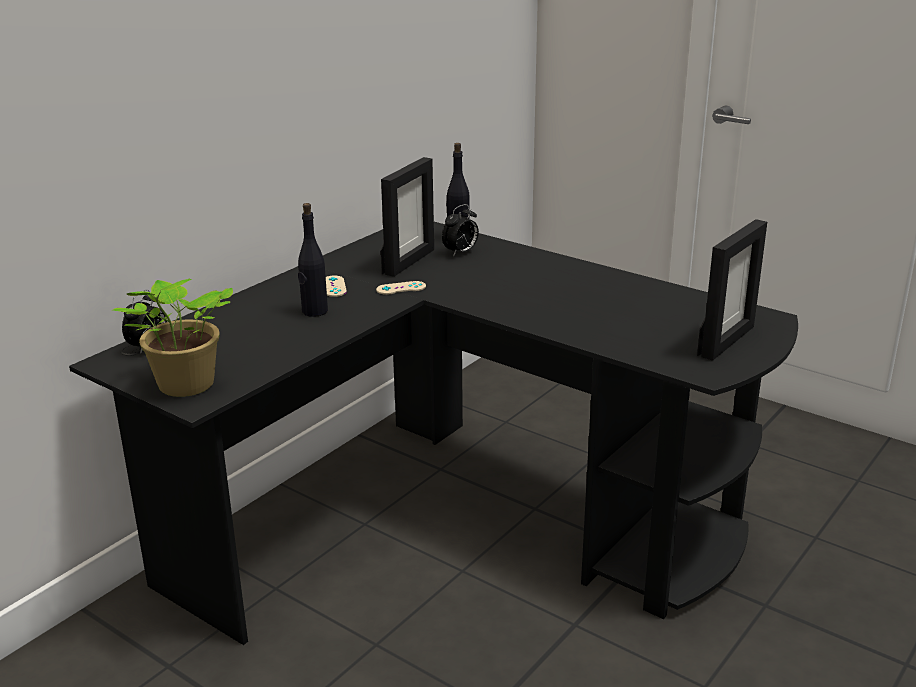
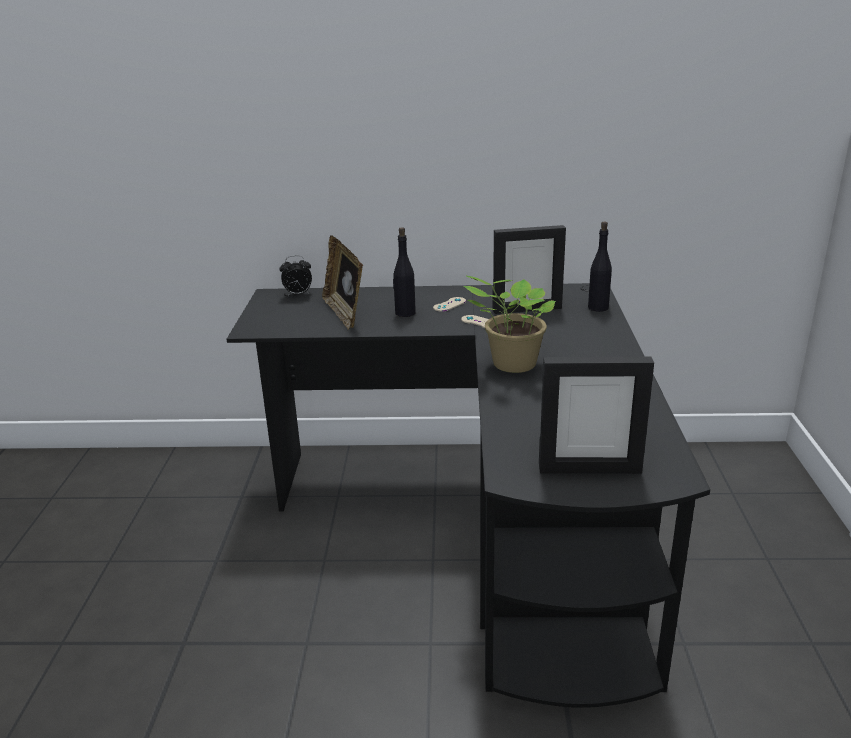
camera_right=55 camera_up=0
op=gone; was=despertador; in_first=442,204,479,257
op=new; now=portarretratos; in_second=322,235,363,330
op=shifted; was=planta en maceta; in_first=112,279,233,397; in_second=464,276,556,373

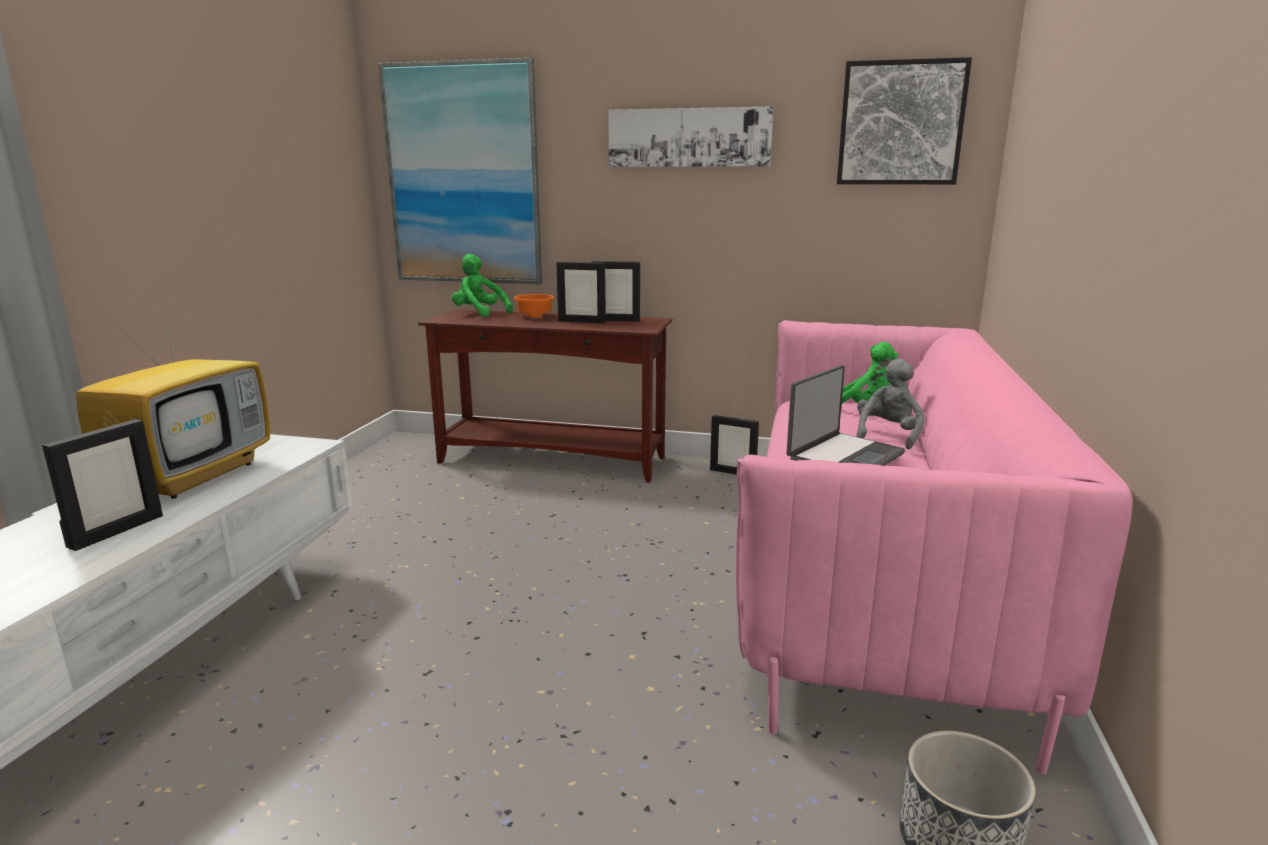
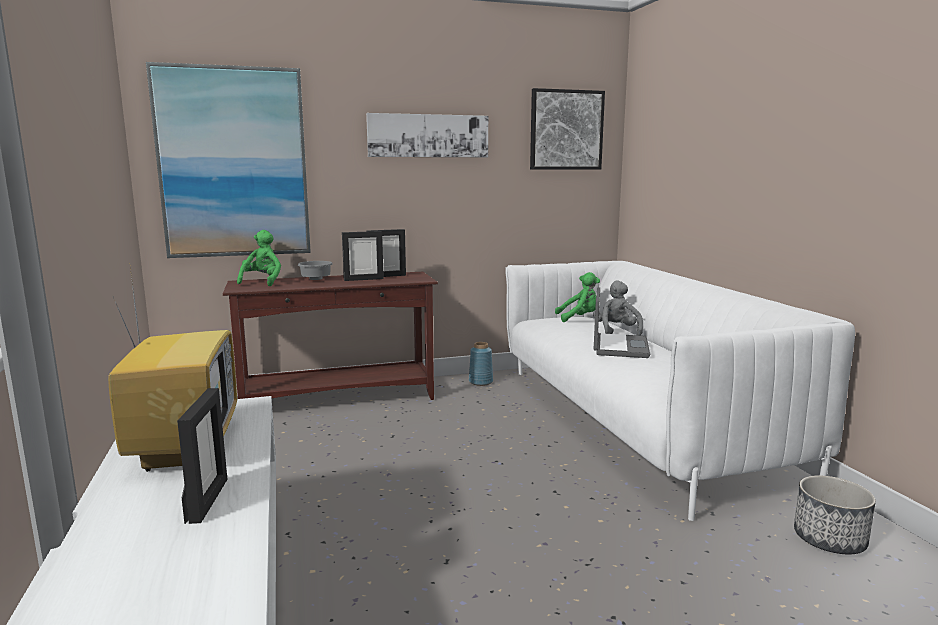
camera_right=-30 camera_up=-5
op=swapped; was=portarretratos; now=florero [azul]; in_first=710,415,759,475; in_second=469,342,493,386
op=repainted; was=cuenco [naranja]; now=cuenco [gris]; in_first=514,294,554,317; in_second=298,261,333,280
op=repainted; was=sofá [rosa]; now=sofá [blanco]; in_first=736,320,1133,774; in_second=505,261,855,521
op=rotated; was=peluche [verde]; in_first=452,254,513,317; in_second=237,230,281,286; clockwise=90

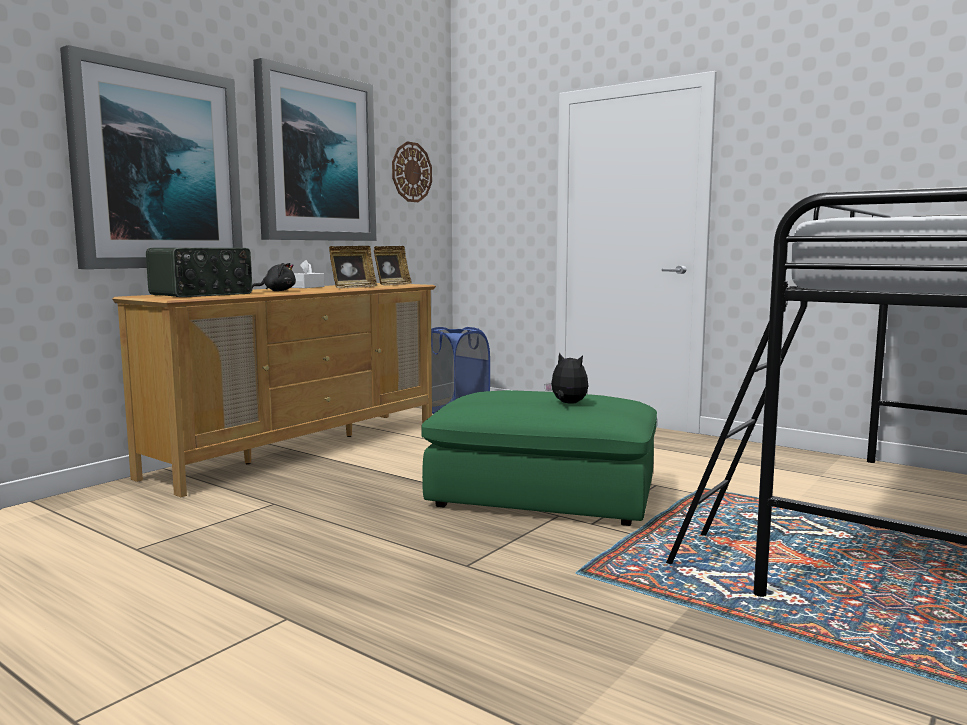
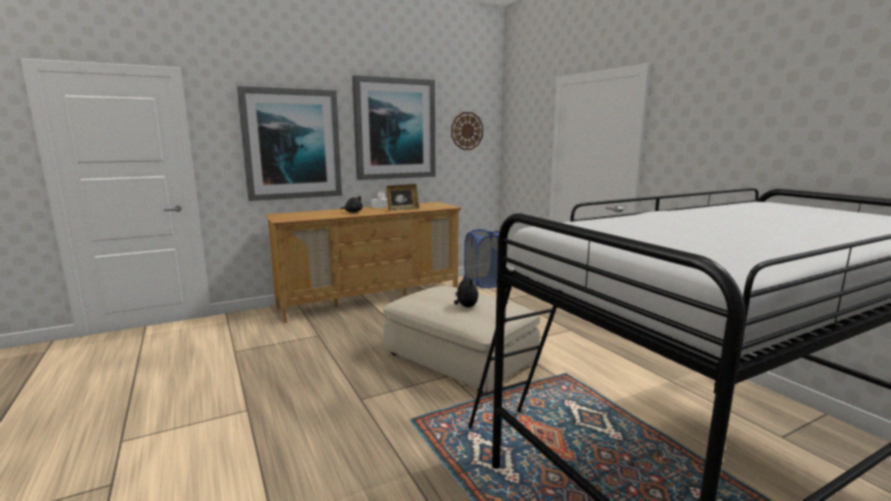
camera_right=25 camera_up=5
op=gone; was=radio; in_first=146,248,252,297
op=gone; was=portarretratos; in_first=374,246,412,286
op=repainted; was=puf [verde]; now=puf [beis]; in_first=421,390,657,526; in_second=383,286,540,393

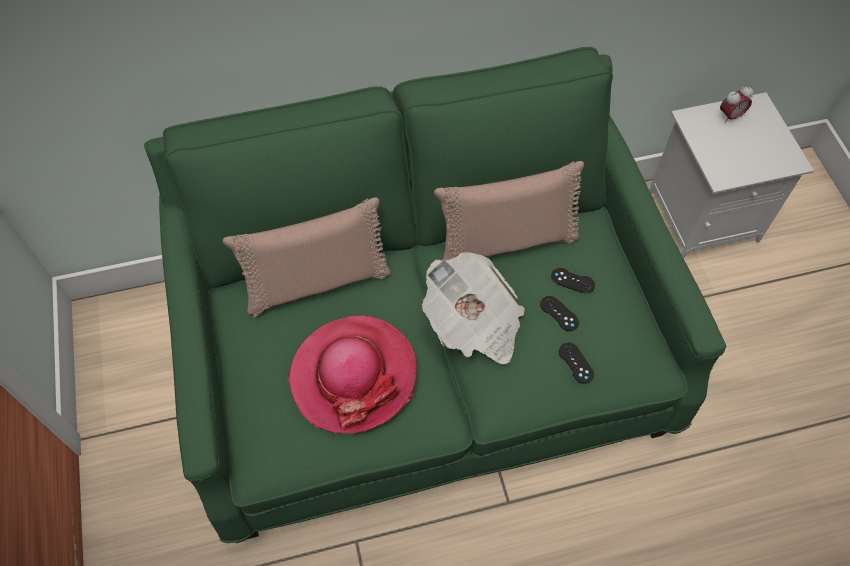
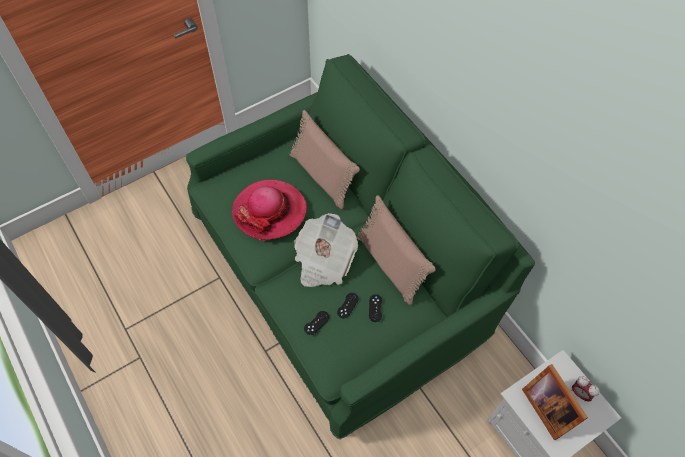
camera_right=70 camera_up=0
op=new; now=portarretratos; in_second=522,364,588,440

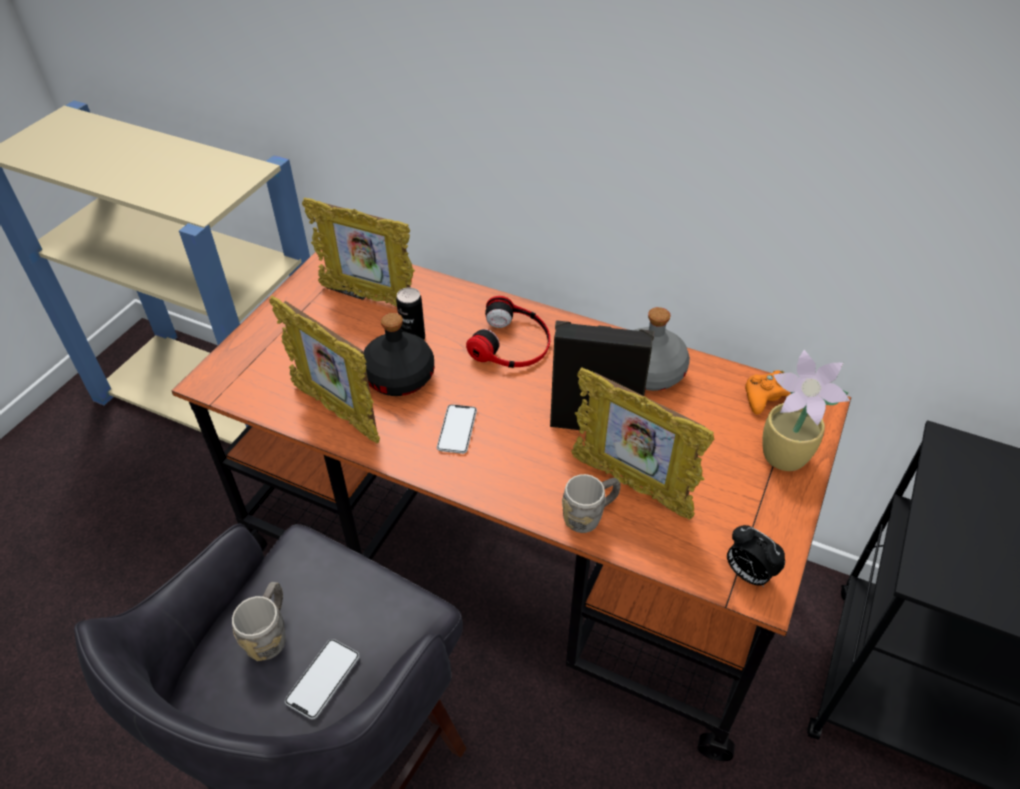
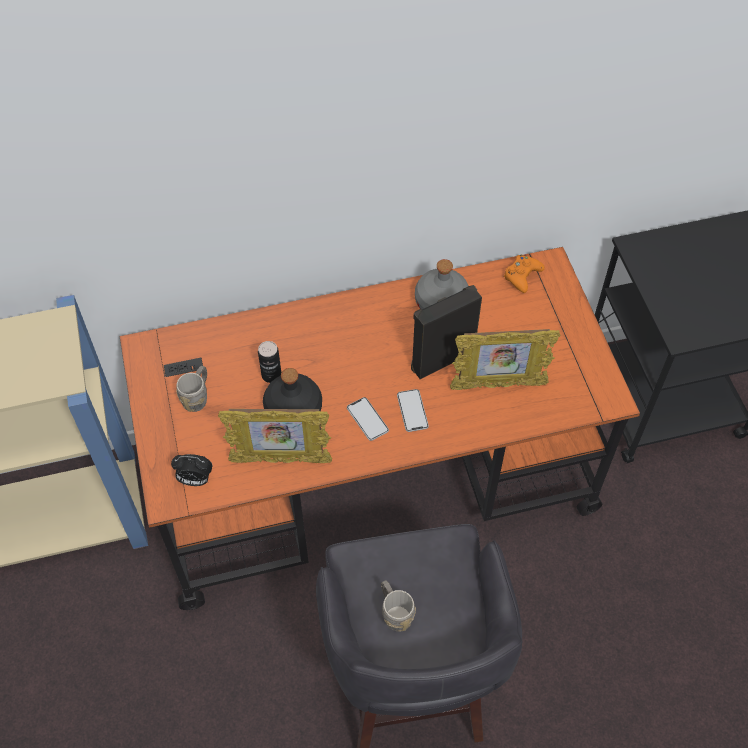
camera_right=-40 camera_up=10
op=gone; was=portarretratos; in_first=302,198,415,307
op=gone; was=auriculares; in_first=466,296,550,368
op=gone; was=planta en maceta; in_first=762,350,850,471
op=shifted; was=móvil; in_first=285,639,360,720; in_second=397,389,429,432
op=shifted; was=taza grande [gris]; in_first=562,474,621,533; in_second=176,366,207,412
op=shifted; was=despertador; in_first=727,525,785,587; in_second=171,454,212,486

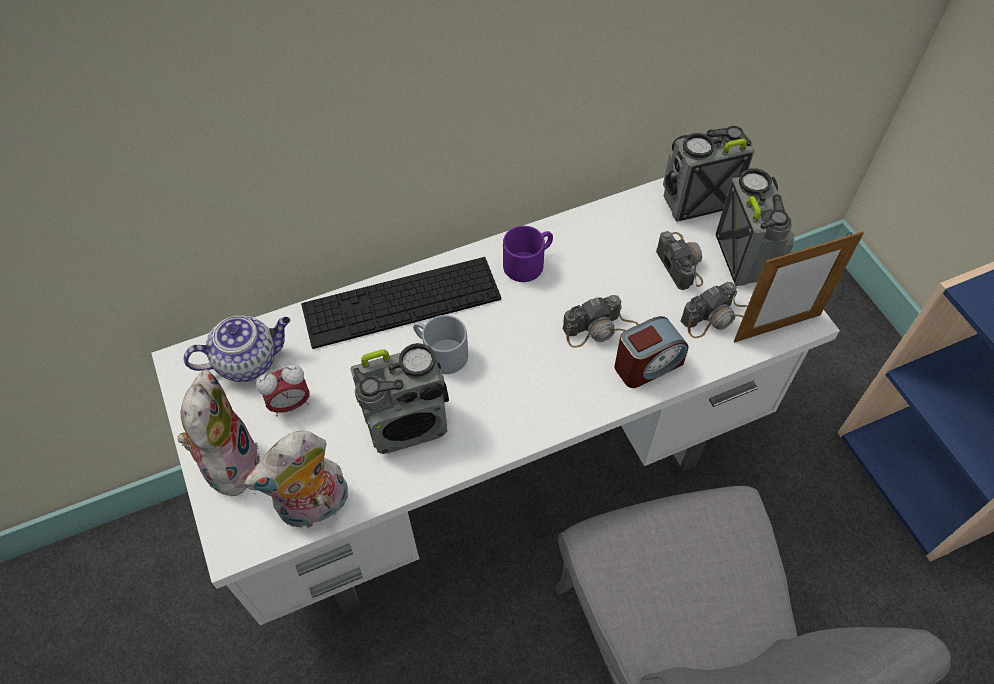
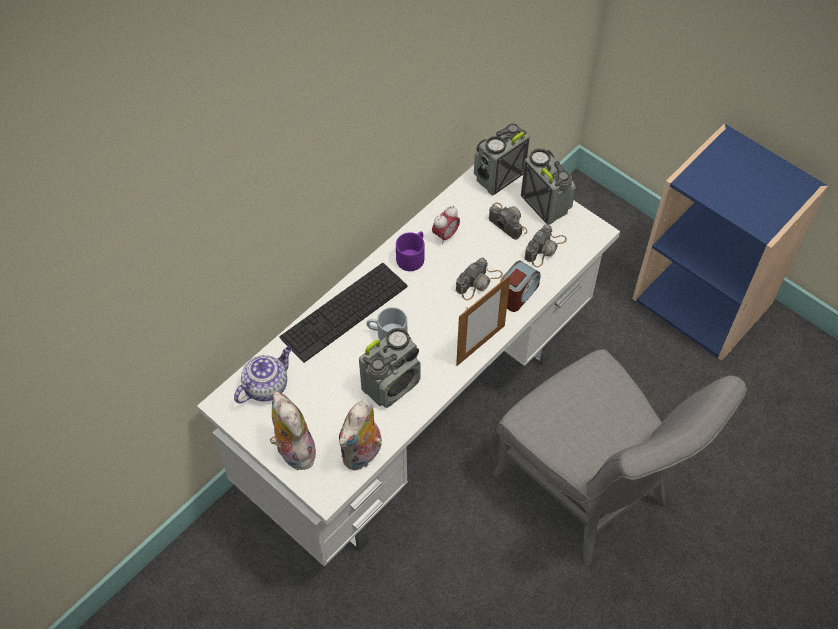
camera_right=-25 camera_up=0
op=shifted; was=despertador; in_first=256,364,310,416; in_second=432,206,460,244
op=shifted; was=portarretratos; in_first=734,231,864,343; in_second=456,275,511,366

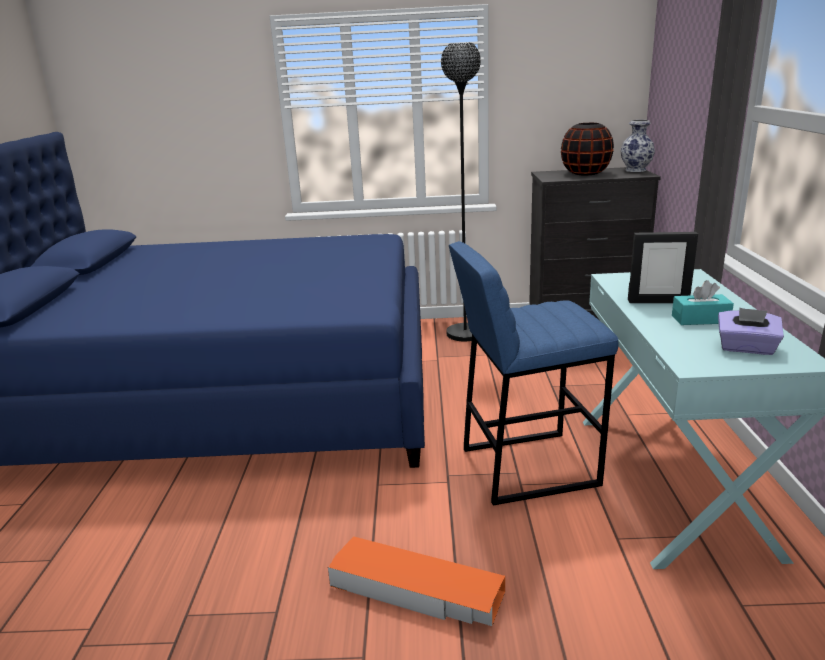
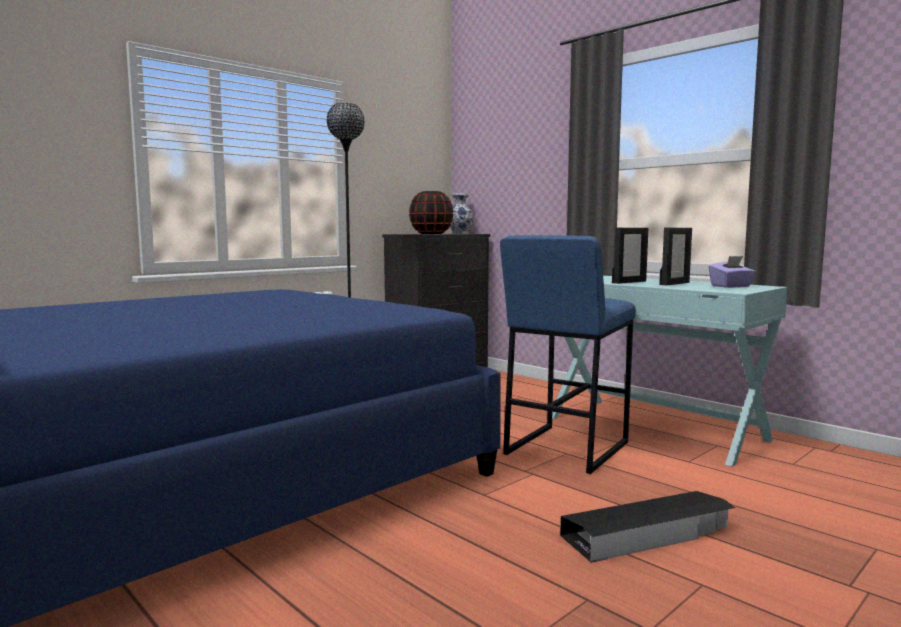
camera_right=-45 camera_up=-15
op=swapped; was=caja de pañuelos [turquesa]; now=portarretratos; in_first=672,280,734,325; in_second=659,228,692,285
op=repainted; was=caja de almacenaje [naranja]; now=caja de almacenaje [negro]; in_first=328,537,505,626; in_second=560,491,735,563

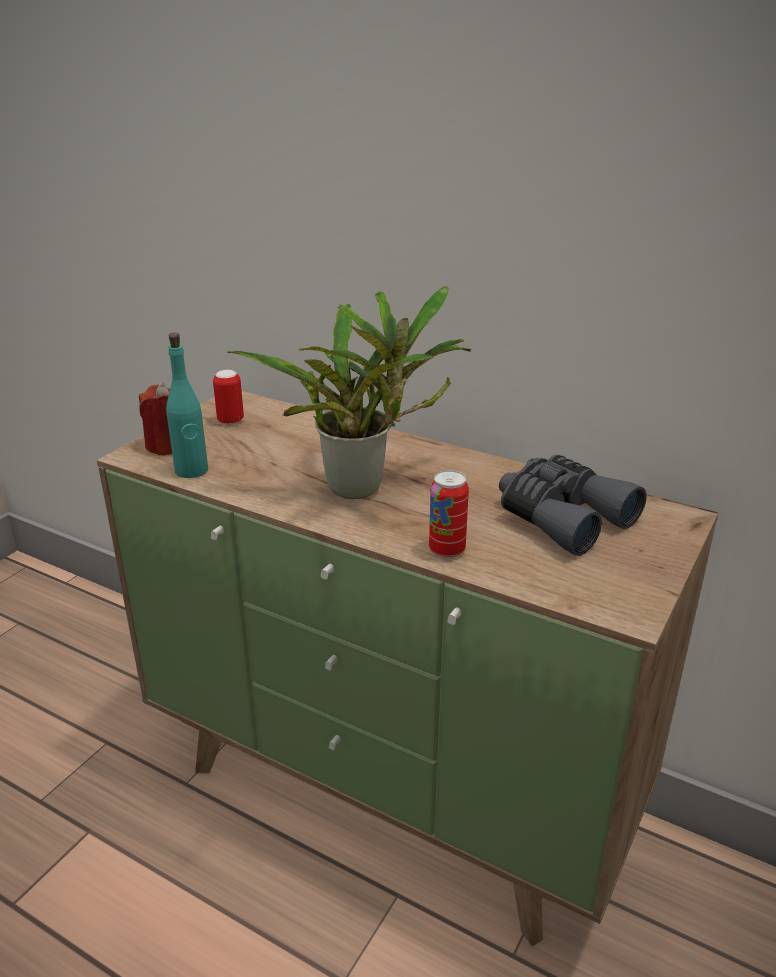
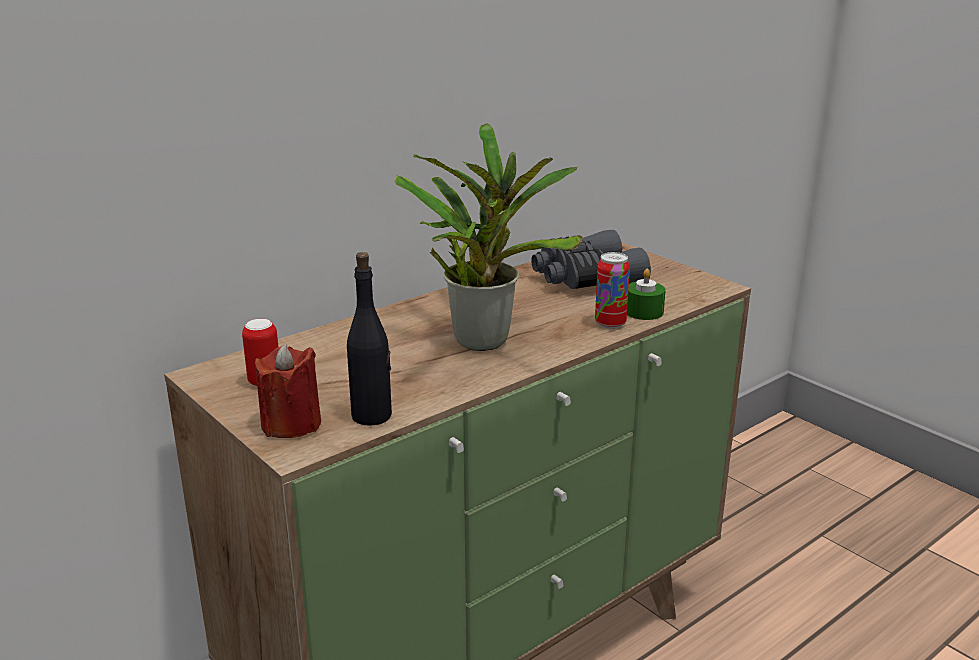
camera_right=-70 camera_up=-5
op=new; now=vela [verde]; in_second=627,269,666,320
op=repainted; was=botella [turquesa]; now=botella [negro]; in_first=166,333,208,478; in_second=347,252,392,426

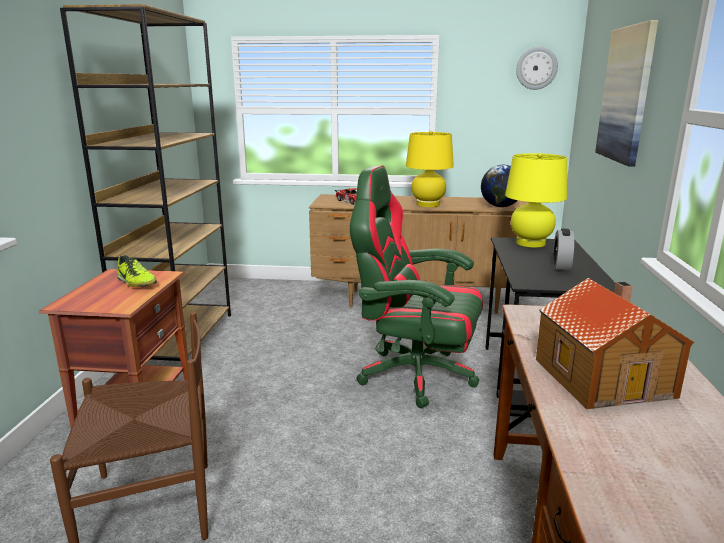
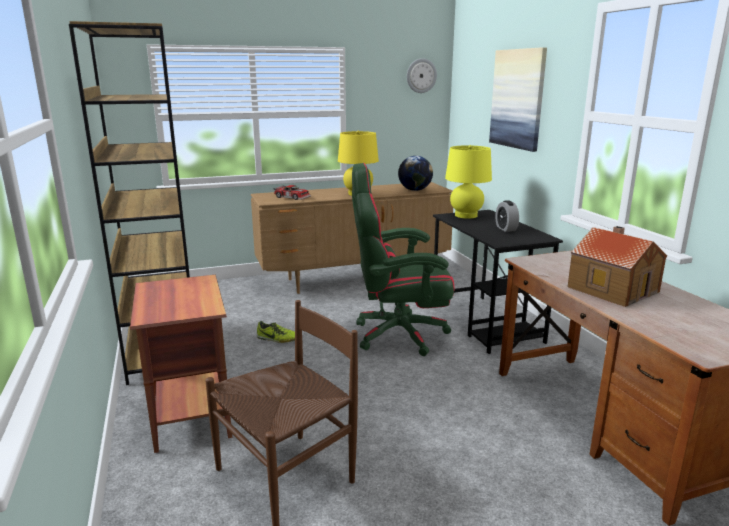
camera_right=-25 camera_up=0
op=shifted; was=zapato; in_first=117,255,157,287; in_second=257,321,295,343

